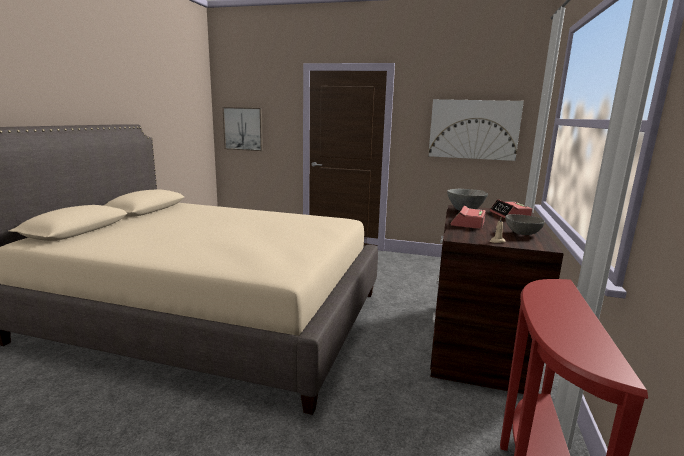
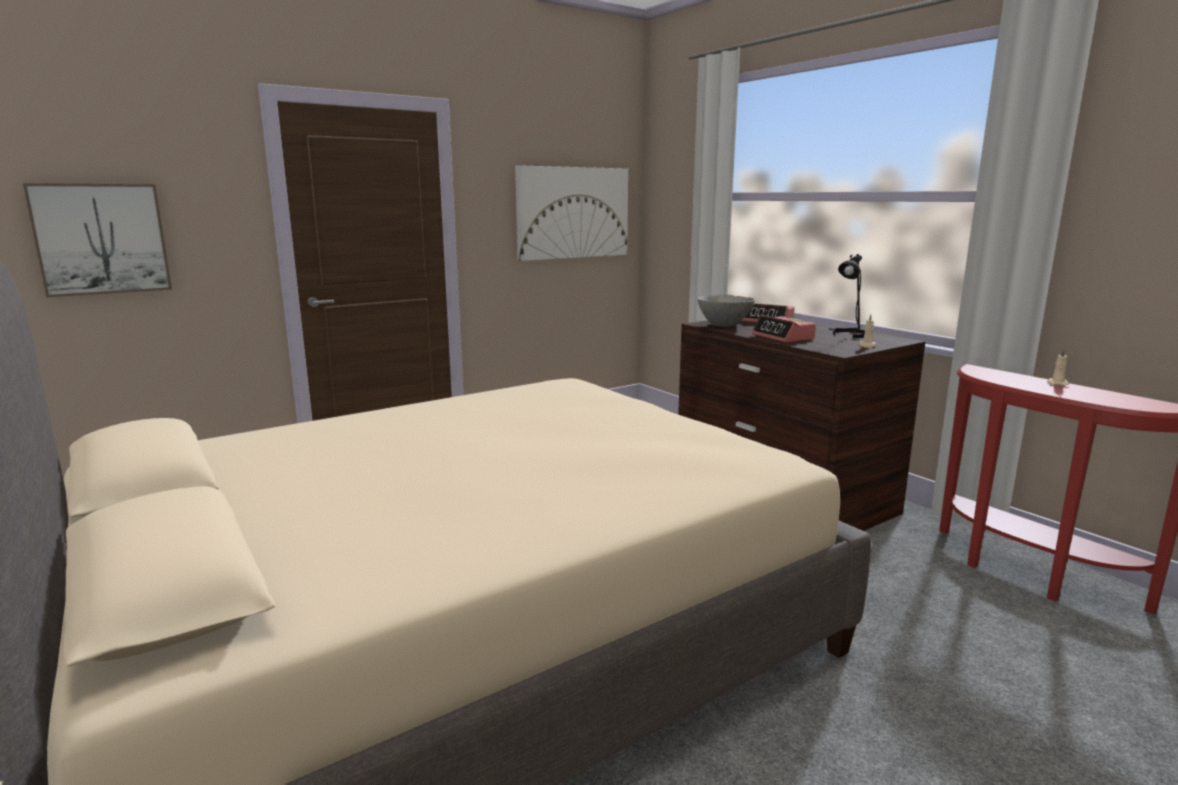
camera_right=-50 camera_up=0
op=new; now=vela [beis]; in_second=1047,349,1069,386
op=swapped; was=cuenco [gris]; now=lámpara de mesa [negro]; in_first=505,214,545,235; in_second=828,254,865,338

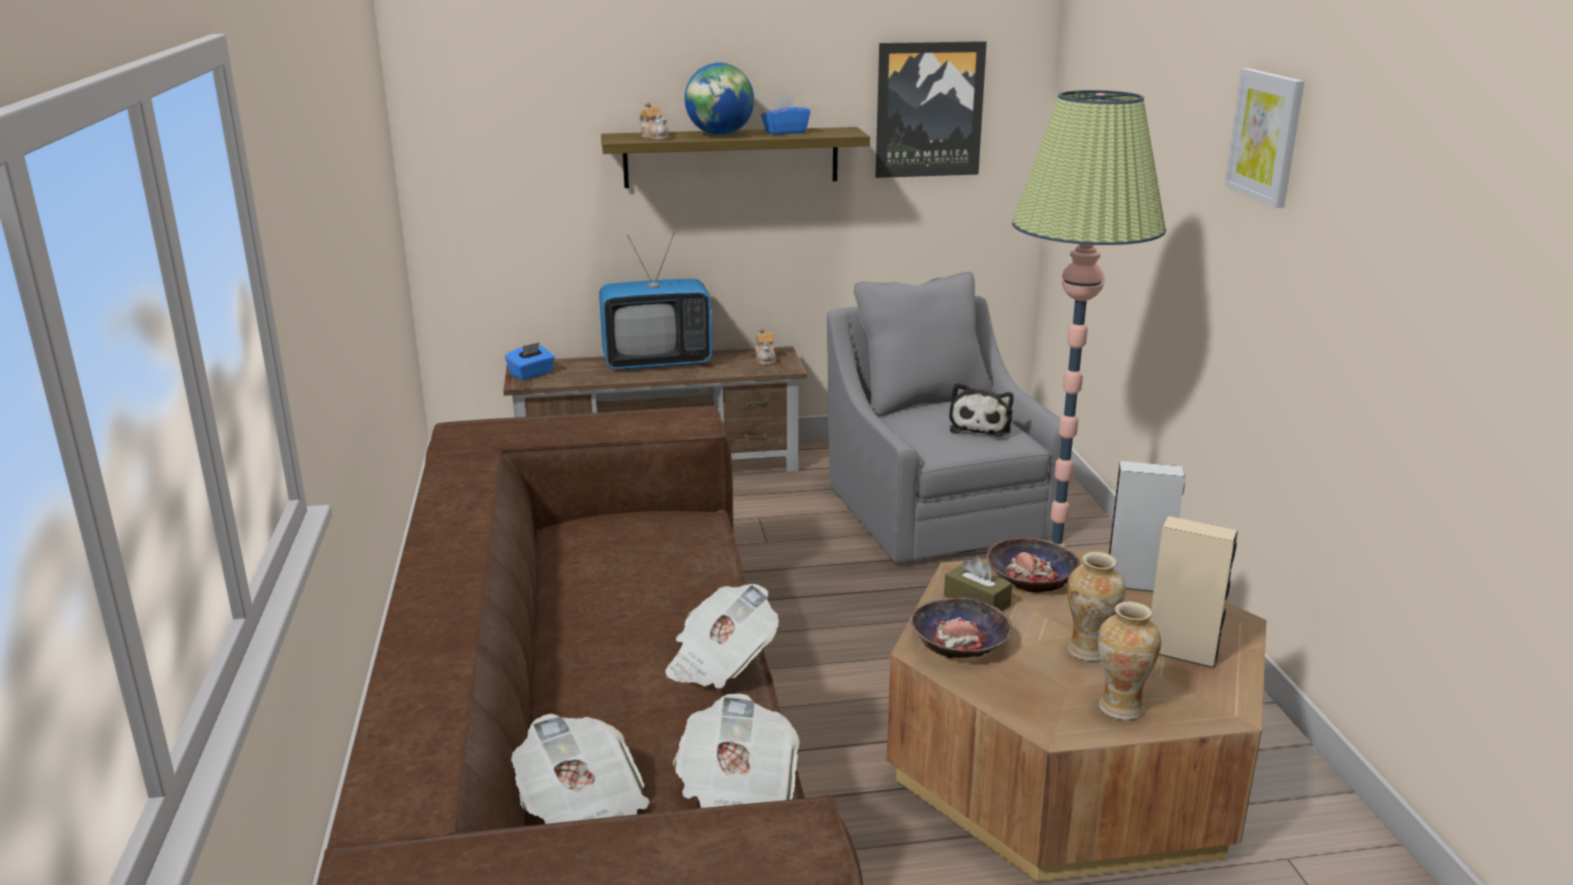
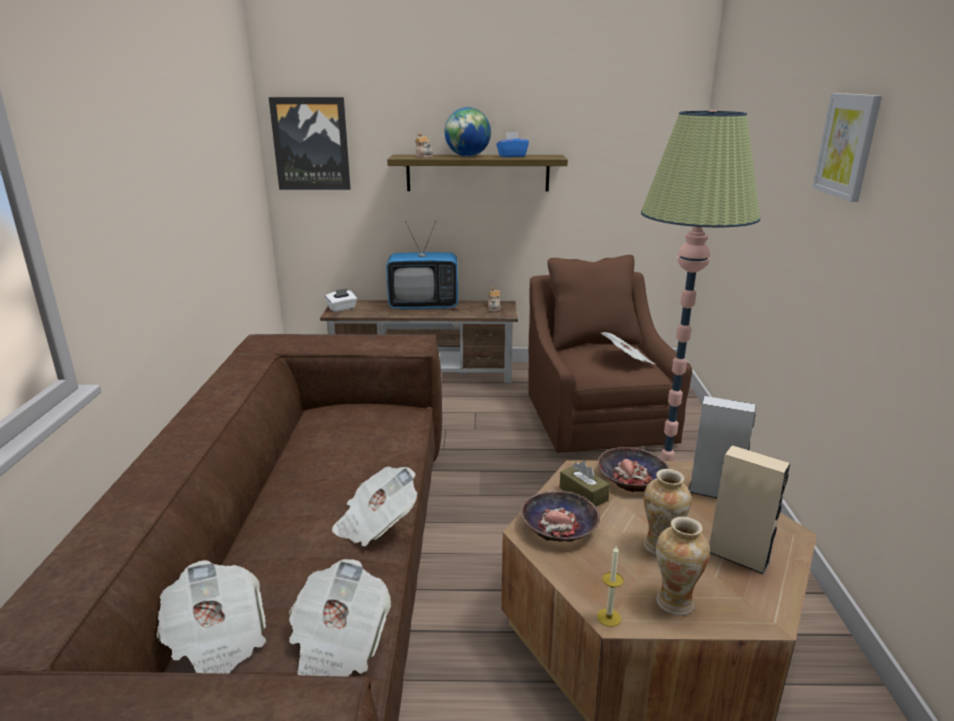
camera_right=10 camera_up=0
op=new; now=vela; in_second=597,545,624,627
op=shifted; was=cuadro; in_first=875,41,987,178; in_second=269,97,351,190
op=swapped; was=peluche; now=periódico; in_first=949,382,1014,437; in_second=601,332,655,364
op=repainted; was=caja de pañuelos [azul]; now=caja de pañuelos [blanco]; in_first=505,342,555,380; in_second=325,288,357,312
op=repainted; was=sillón [gris]; now=sillón [marrón]; in_first=827,272,1062,564; in_second=528,255,692,453

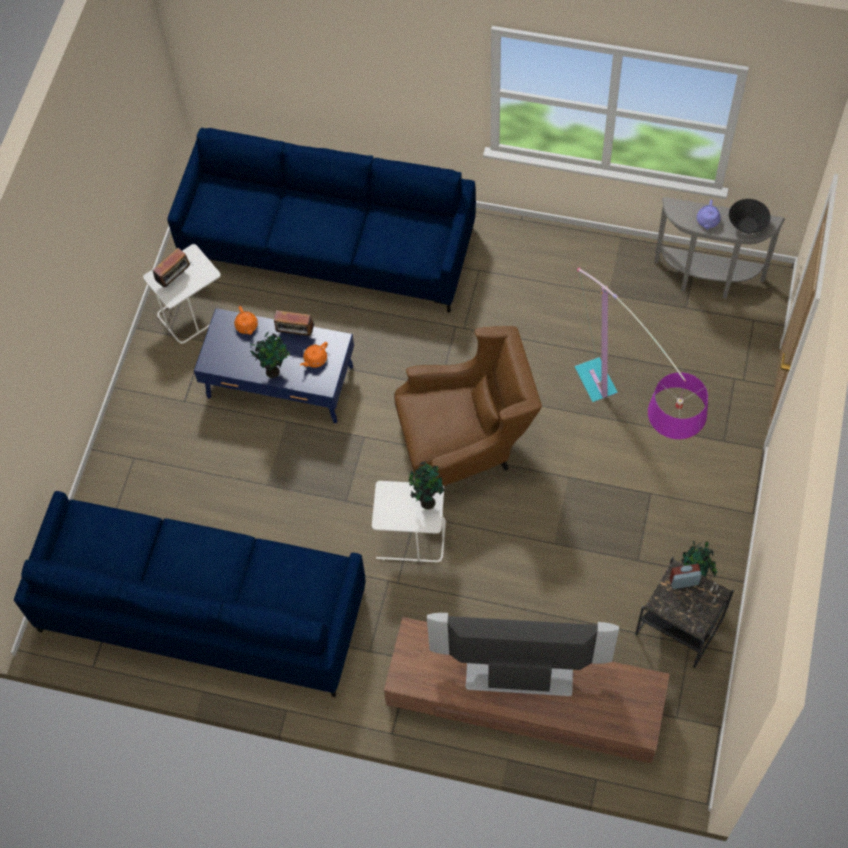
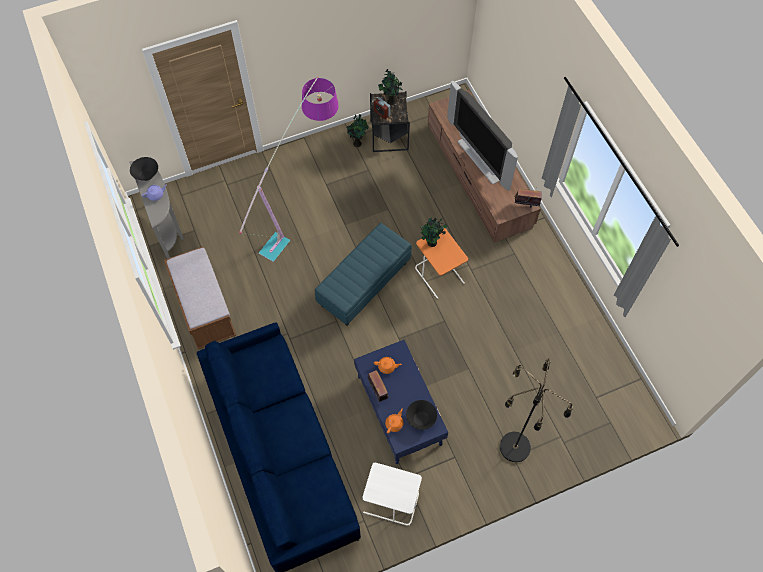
camera_right=-130 camera_up=0
op=gone; was=sofá [azul]; in_first=14,491,366,697
op=new; now=banco [marrón]; in_second=164,246,236,349
op=new; now=cuenco [negro]; in_second=406,400,437,430
op=new; now=lámpara de pie; in_second=500,358,573,462
op=shifted; was=radio; in_first=153,248,190,287; in_second=515,189,542,208
op=shifted; was=planta en maceta; in_first=248,332,290,378; in_second=378,69,402,105
op=swapped; was=sillón [marrón]; now=puf [azul]; in_first=394,326,542,486; in_second=315,223,412,326
op=repainted; was=mesa auxiliar [blanco]; now=mesa auxiliar [naranja]; in_first=372,481,446,562; in_second=415,227,468,299

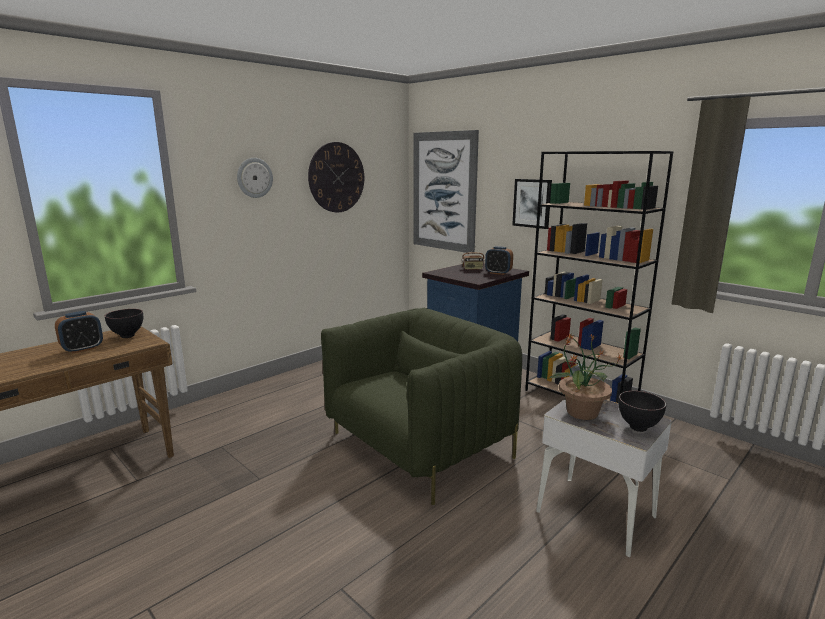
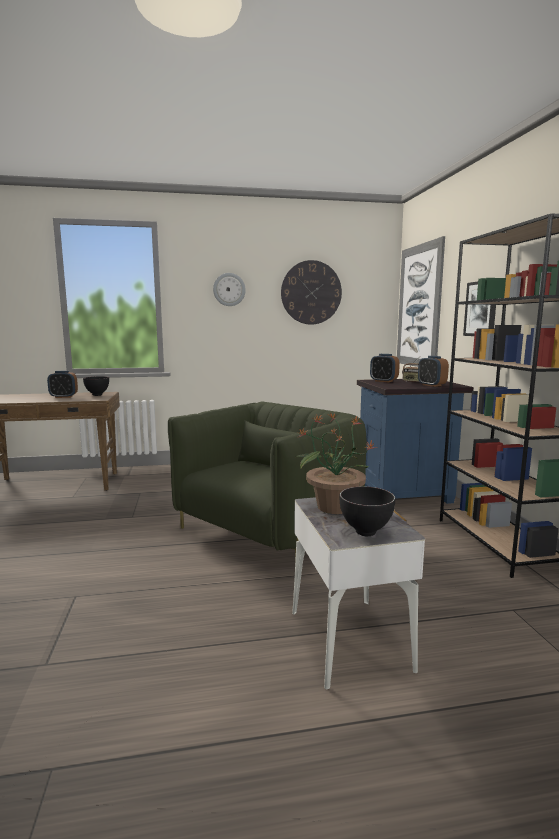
camera_right=35 camera_up=-5
op=new; now=despertador; in_second=370,354,400,382
op=rotated; was=sillón [verde]; in_first=321,308,522,505; in_second=168,401,366,560; clockwise=-45

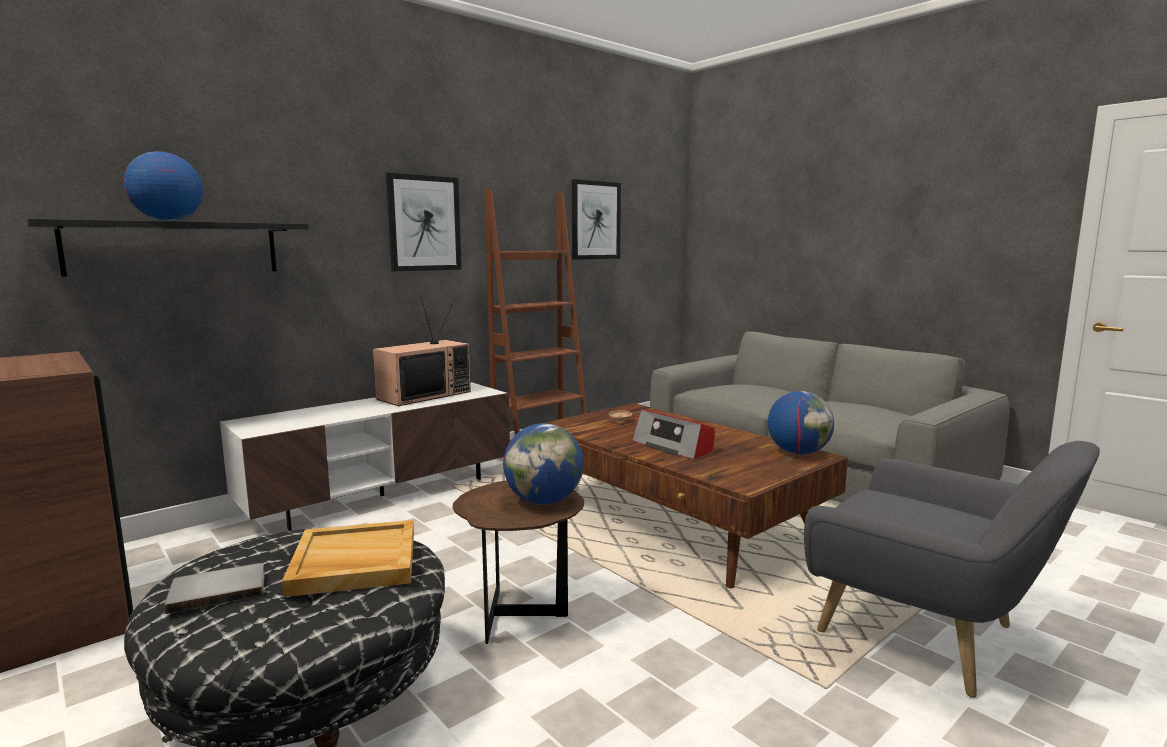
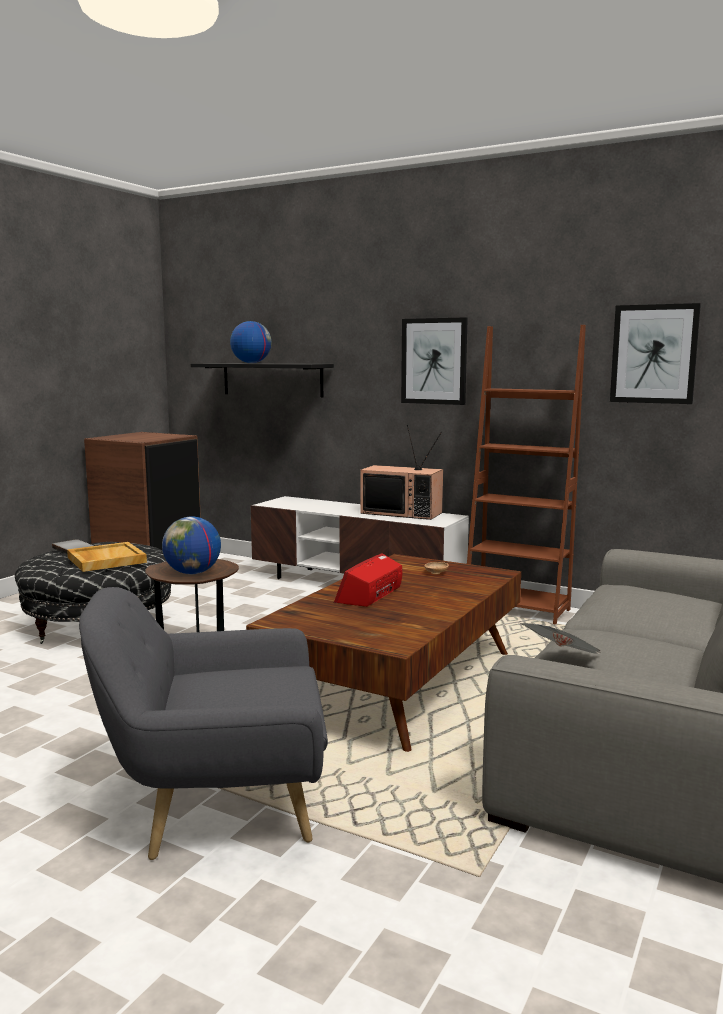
camera_right=70 camera_up=0
op=gone; was=globo terráqueo; in_first=768,391,834,455
op=new; now=periódico; in_second=519,623,601,653
op=rotated; was=sillón [gris]; in_first=804,441,1100,698; in_second=79,587,328,860; clockwise=60

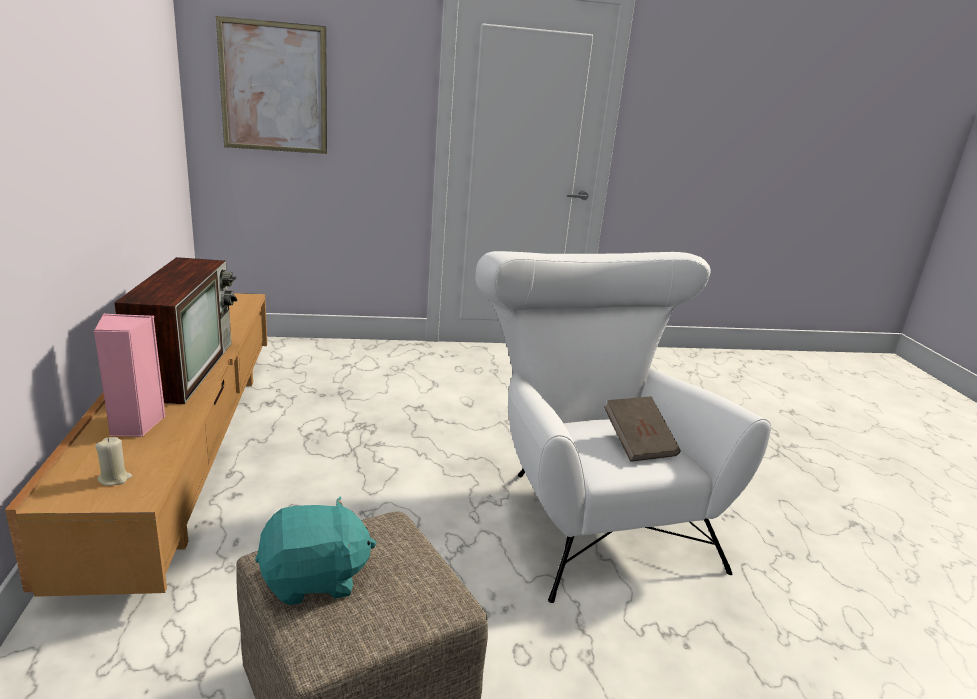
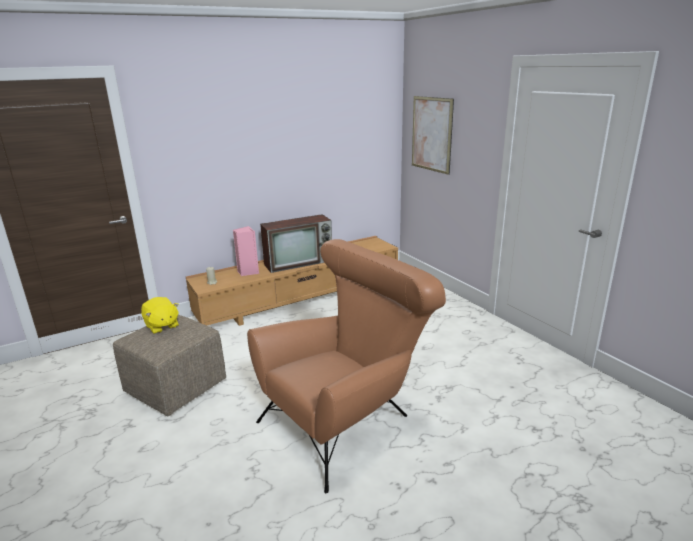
camera_right=70 camera_up=0
op=gone; was=libro [marrón]; in_first=604,396,681,462
op=repainted; was=peluche [turquesa]; now=peluche [amarillo]; in_first=255,496,377,605; in_second=141,297,179,334
op=repainted; was=sillón [blanco]; now=sillón [marrón]; in_first=476,251,771,603; in_second=247,239,446,493

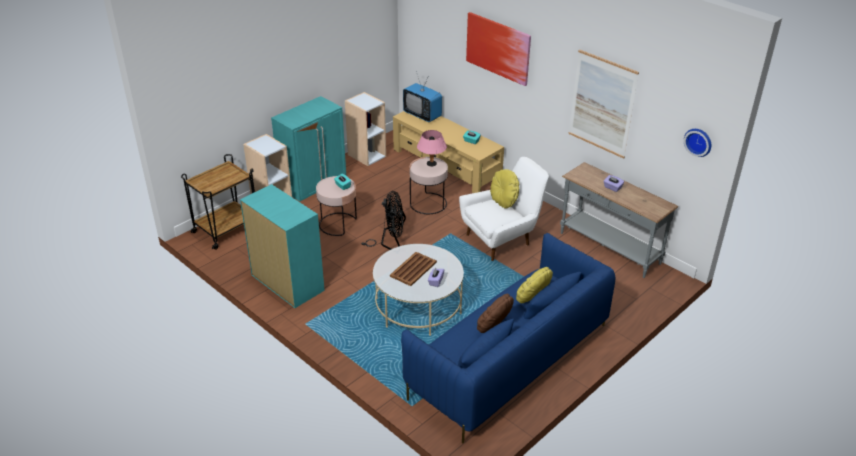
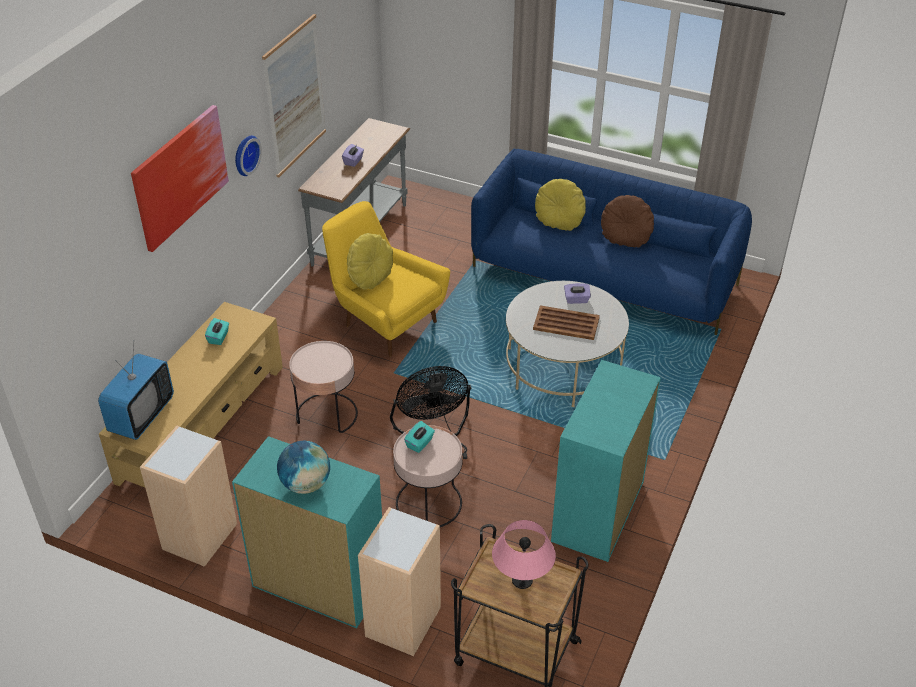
camera_right=-110 camera_up=5
op=new; now=globo terráqueo; in_second=277,441,330,494
op=shifted; was=lámpara de mesa [rosa]; in_first=417,130,447,166; in_second=492,520,556,589
op=shifted; was=reloj de pared; in_first=684,129,711,157; in_second=235,135,262,176
op=repainted; was=sillón [blanco]; now=sillón [amarillo]; in_first=459,157,549,261; in_second=322,201,450,357

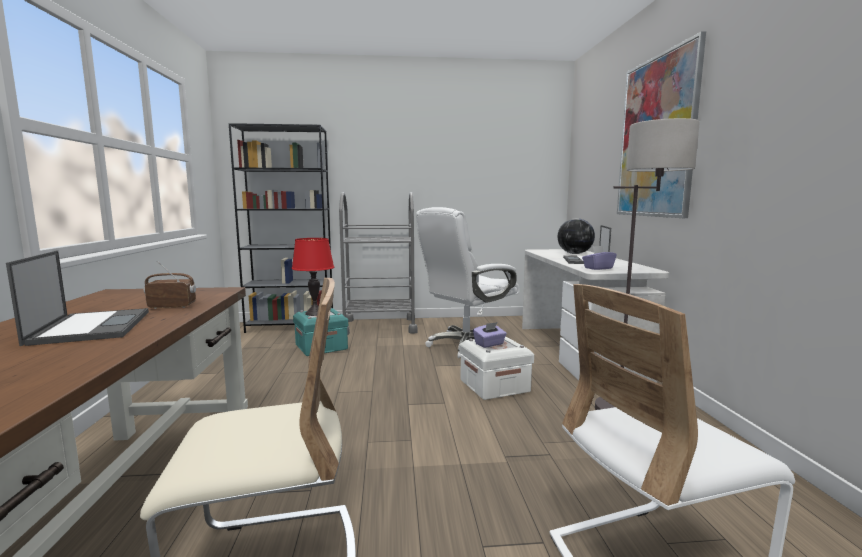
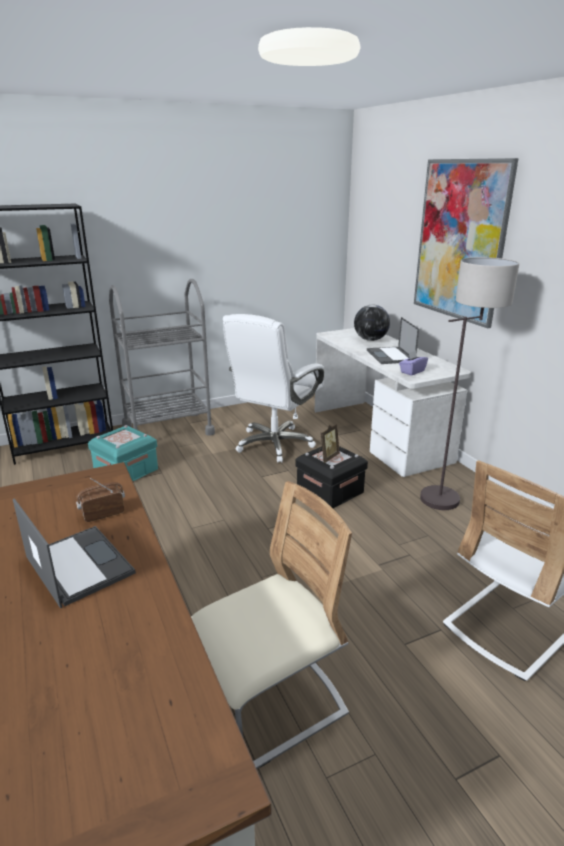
camera_right=-20 camera_up=15
op=gone; was=lámpara de mesa [rojo]; in_first=292,238,334,316
op=swapped; was=caja de pañuelos [morado]; now=portarretratos; in_first=473,322,507,348; in_second=316,424,340,463
op=repainted; was=caja de almacenaje [blanco]; now=caja de almacenaje [negro]; in_first=459,337,534,400; in_second=295,446,368,508

